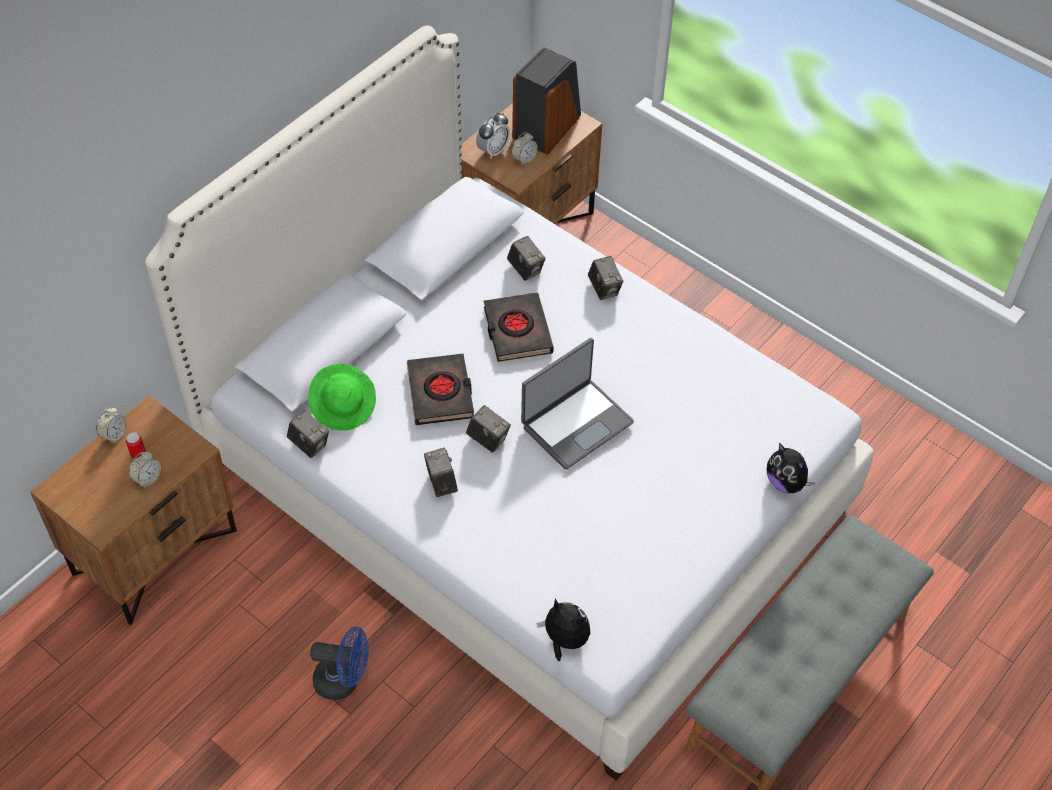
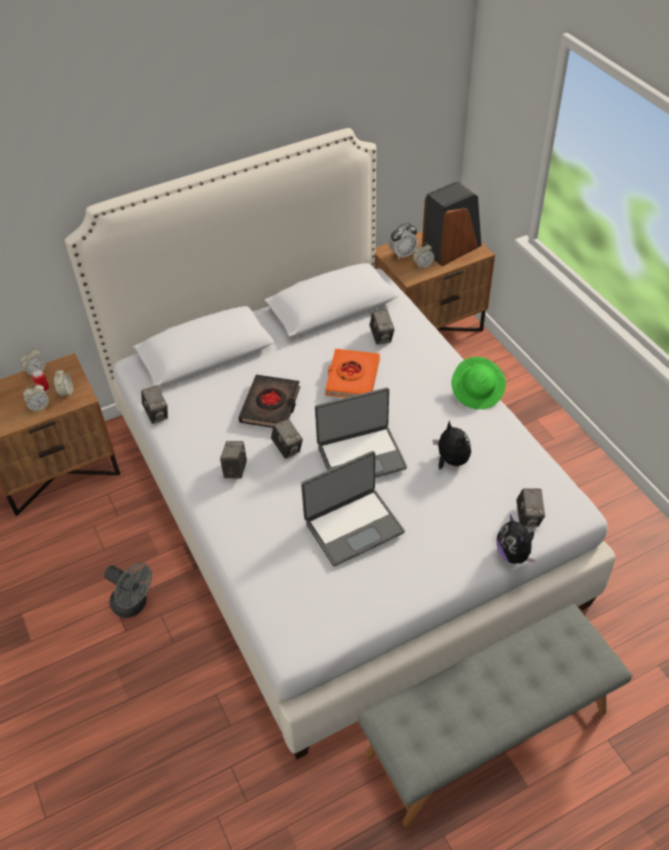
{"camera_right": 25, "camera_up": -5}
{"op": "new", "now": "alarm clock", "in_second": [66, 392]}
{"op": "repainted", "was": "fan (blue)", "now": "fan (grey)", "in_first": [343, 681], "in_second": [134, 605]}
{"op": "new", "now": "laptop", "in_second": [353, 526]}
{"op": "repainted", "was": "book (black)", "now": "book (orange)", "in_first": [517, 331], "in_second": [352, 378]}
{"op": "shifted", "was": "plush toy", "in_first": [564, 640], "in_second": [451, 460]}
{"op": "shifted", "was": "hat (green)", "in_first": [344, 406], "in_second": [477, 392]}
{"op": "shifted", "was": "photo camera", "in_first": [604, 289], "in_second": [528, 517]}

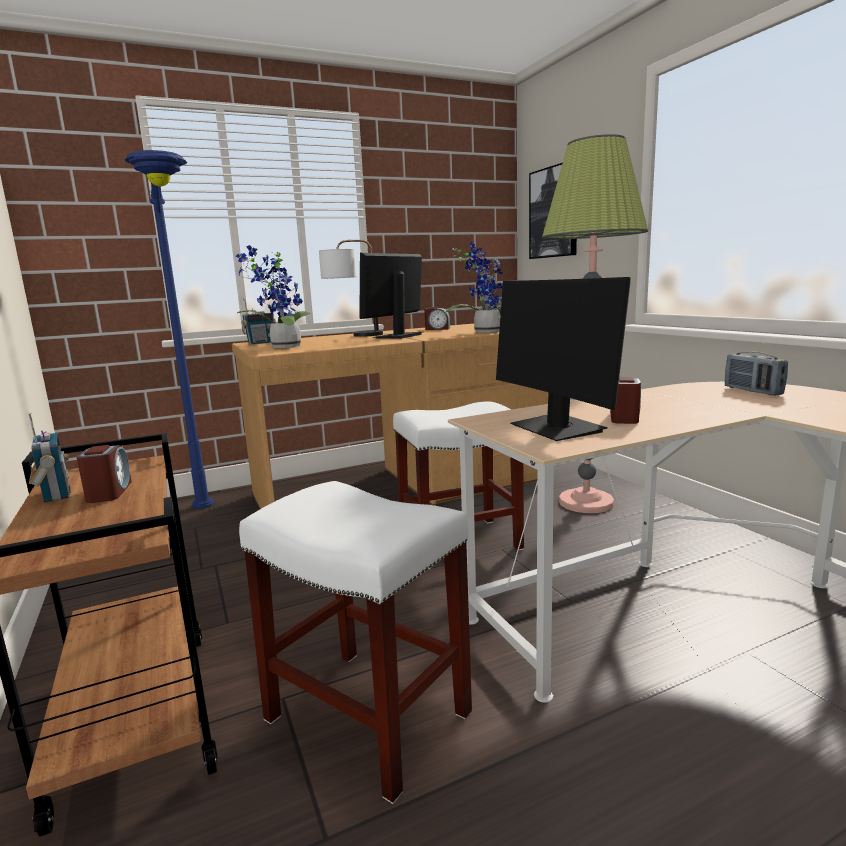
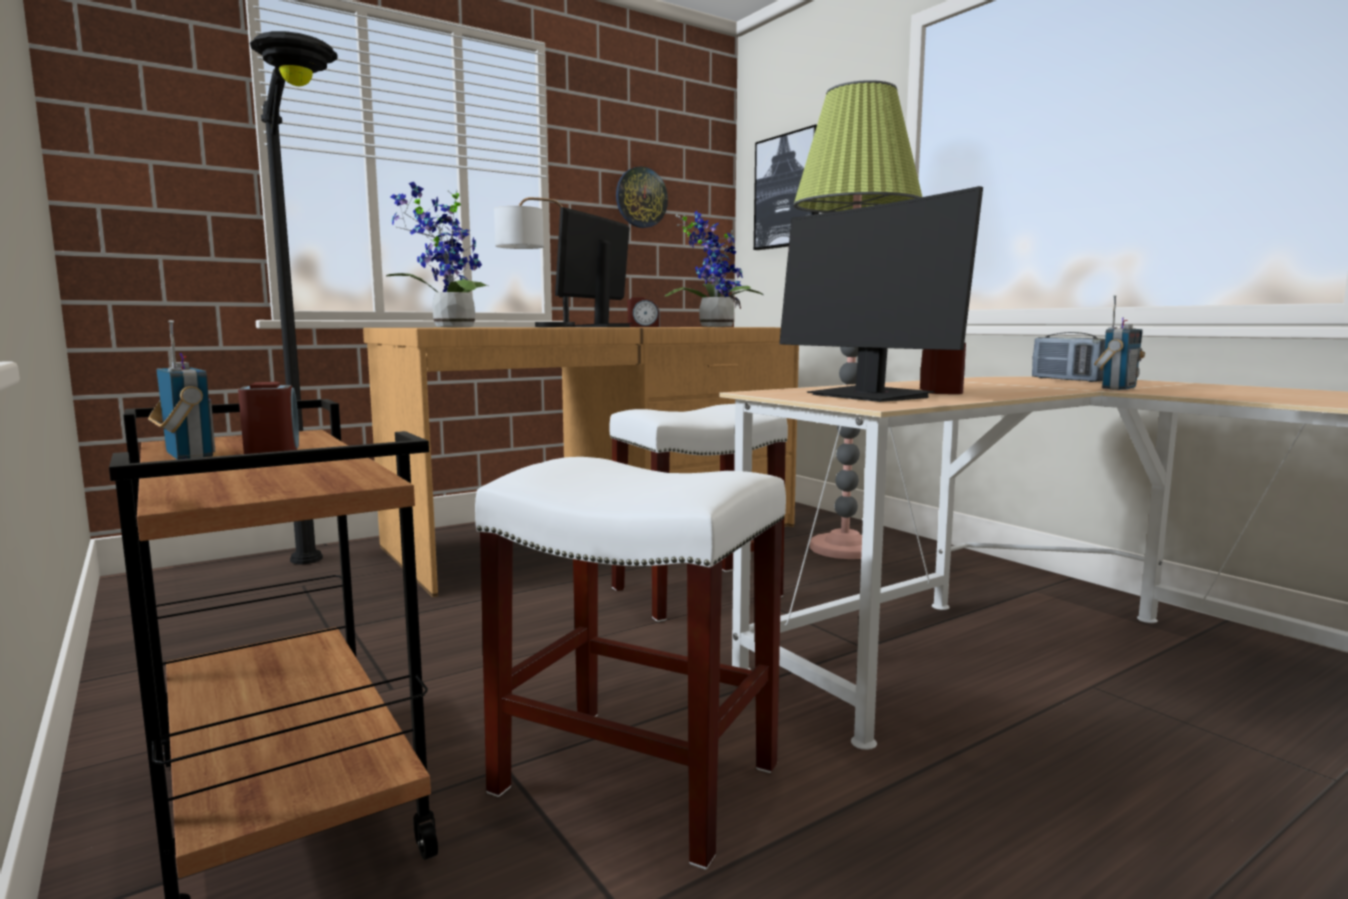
{"camera_right": -10, "camera_up": -5}
{"op": "repainted", "was": "floor lamp (blue)", "now": "floor lamp (black)", "in_first": [209, 528], "in_second": [325, 586]}
{"op": "new", "now": "wall clock", "in_second": [641, 197]}
{"op": "shifted", "was": "radio", "in_first": [261, 343], "in_second": [1117, 388]}

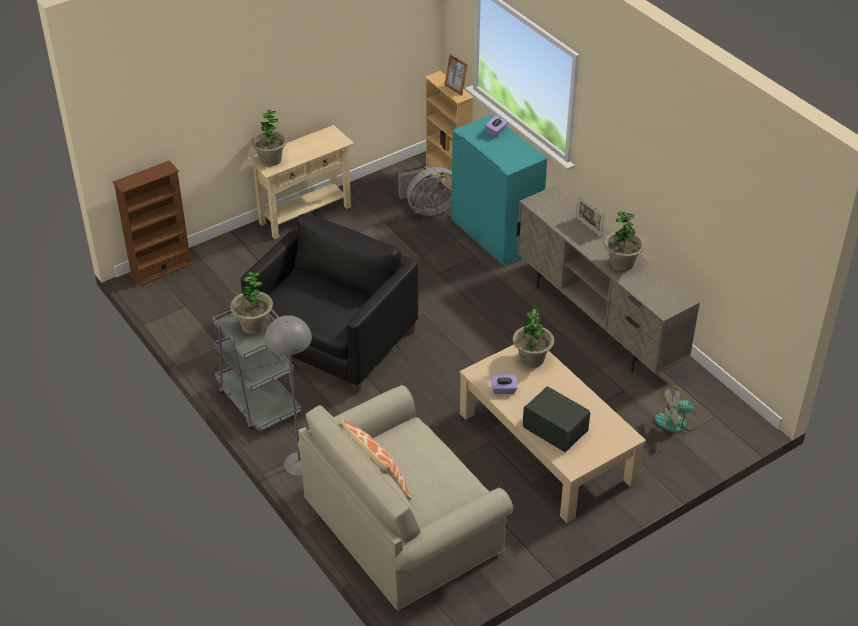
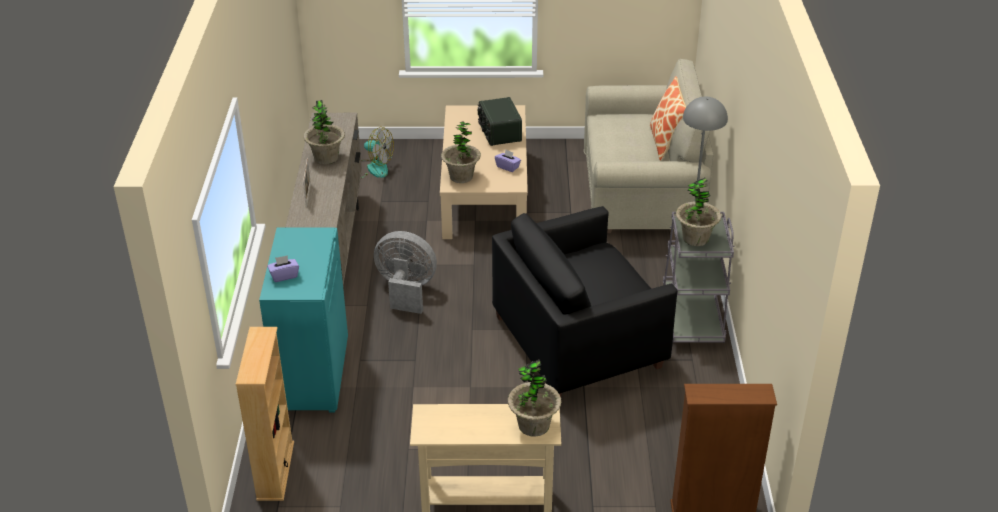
{"camera_right": -145, "camera_up": -5}
{"op": "shifted", "was": "fan (grey)", "in_first": [428, 209], "in_second": [406, 290]}
{"op": "gone", "was": "picture frame", "in_first": [455, 89]}

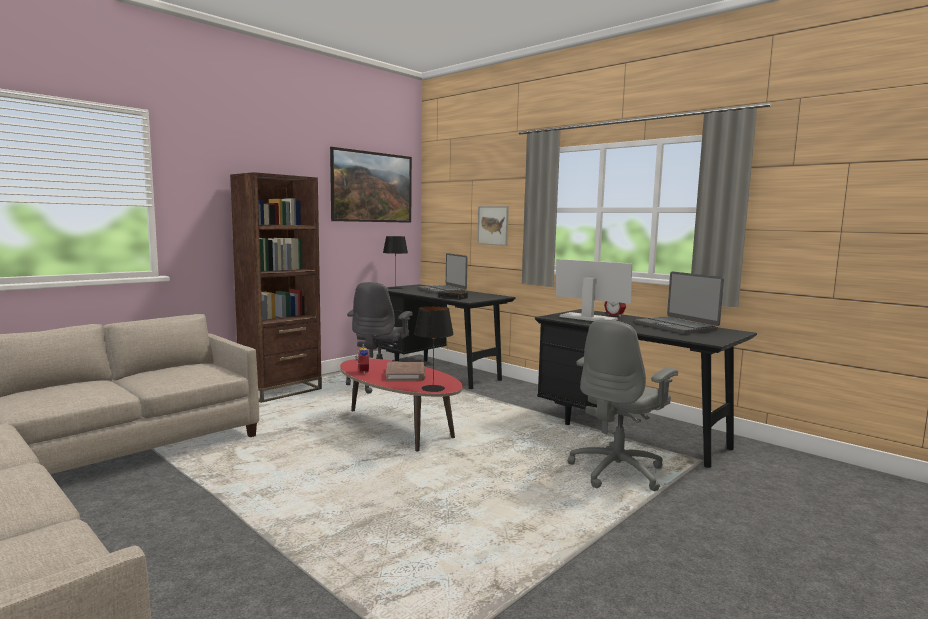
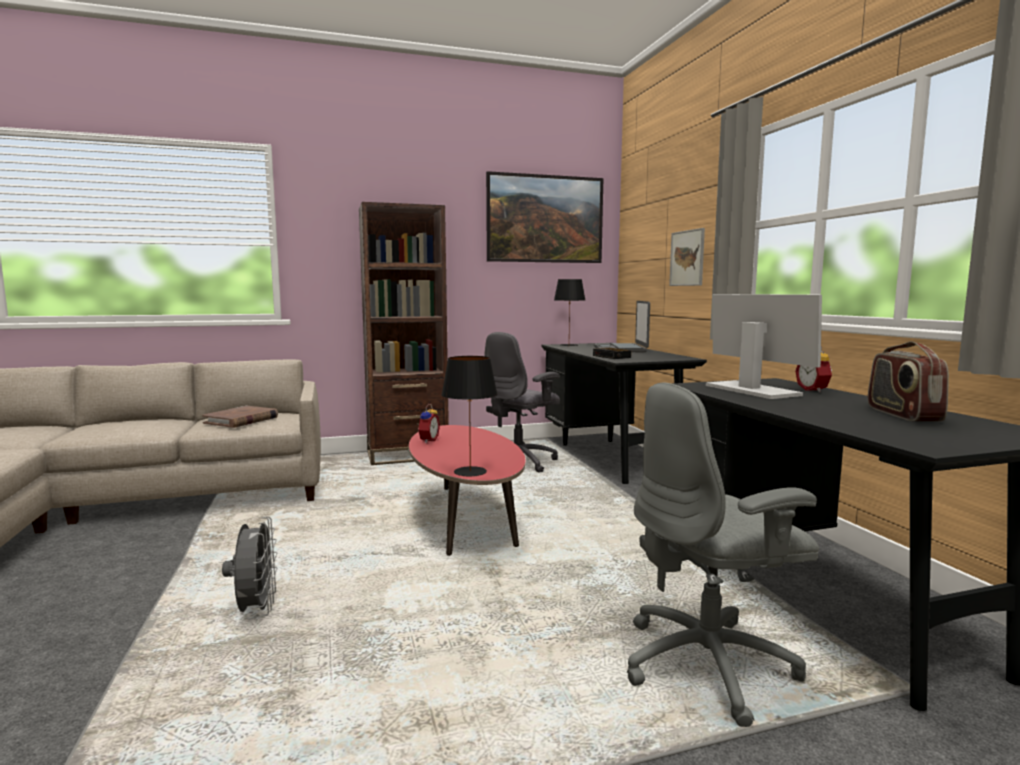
{"camera_right": 30, "camera_up": 0}
{"op": "shifted", "was": "book (brown)", "in_first": [406, 374], "in_second": [241, 420]}
{"op": "new", "now": "fan (grey)", "in_second": [256, 610]}
{"op": "swapped", "was": "laptop", "now": "radio", "in_first": [676, 327], "in_second": [902, 414]}

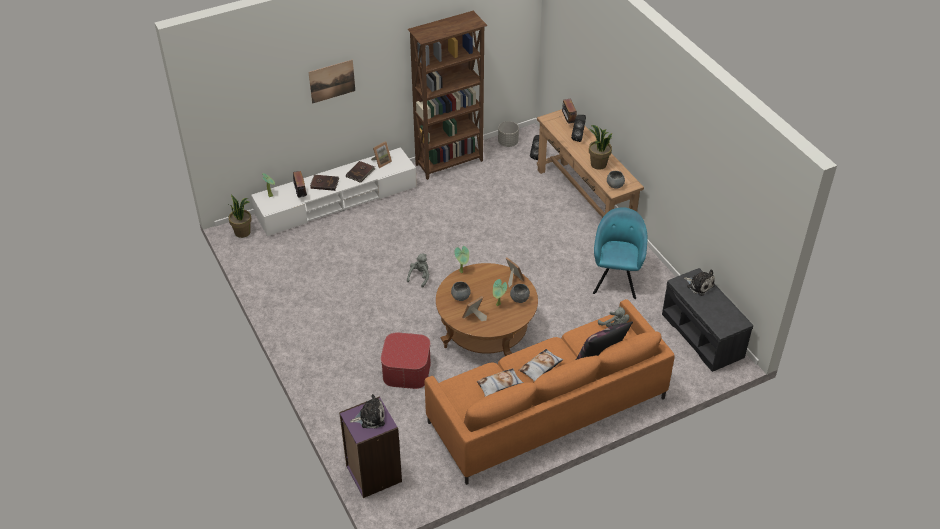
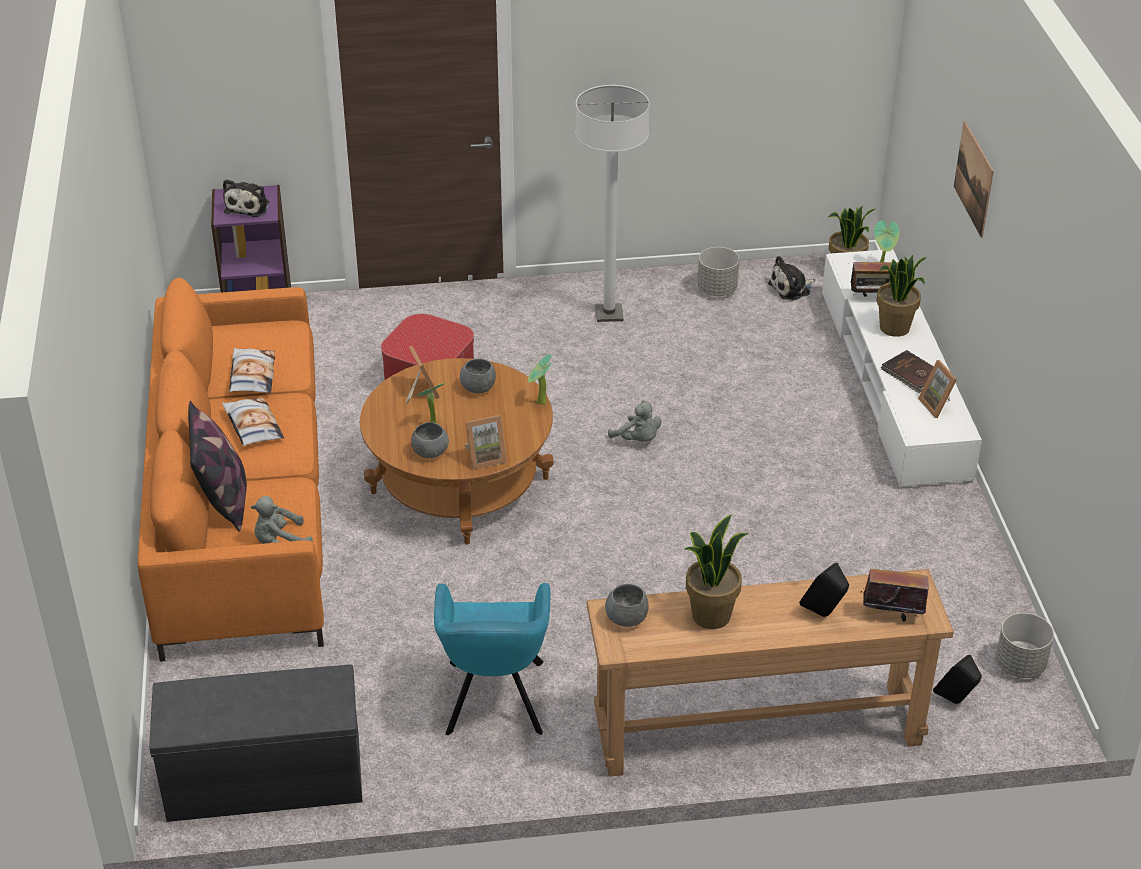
{"camera_right": 110, "camera_up": -5}
{"op": "rotated", "was": "armchair (turquoise)", "in_first": [616, 278], "in_second": [495, 701], "clockwise": 60}
{"op": "new", "now": "floor lamp (white)", "in_second": [609, 314]}
{"op": "new", "now": "planter (grey)", "in_second": [717, 289]}
{"op": "shifted", "was": "plush toy", "in_first": [699, 285], "in_second": [791, 288]}
{"op": "swapped", "was": "book (brown)", "now": "potted plant", "in_first": [324, 183], "in_second": [895, 328]}
{"op": "gone", "was": "bookcase (brown)", "in_first": [450, 163]}

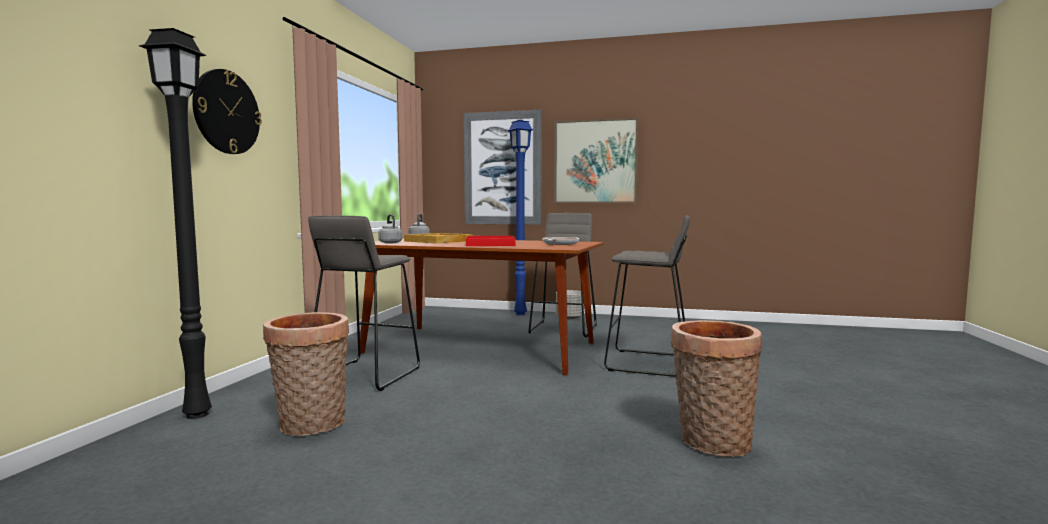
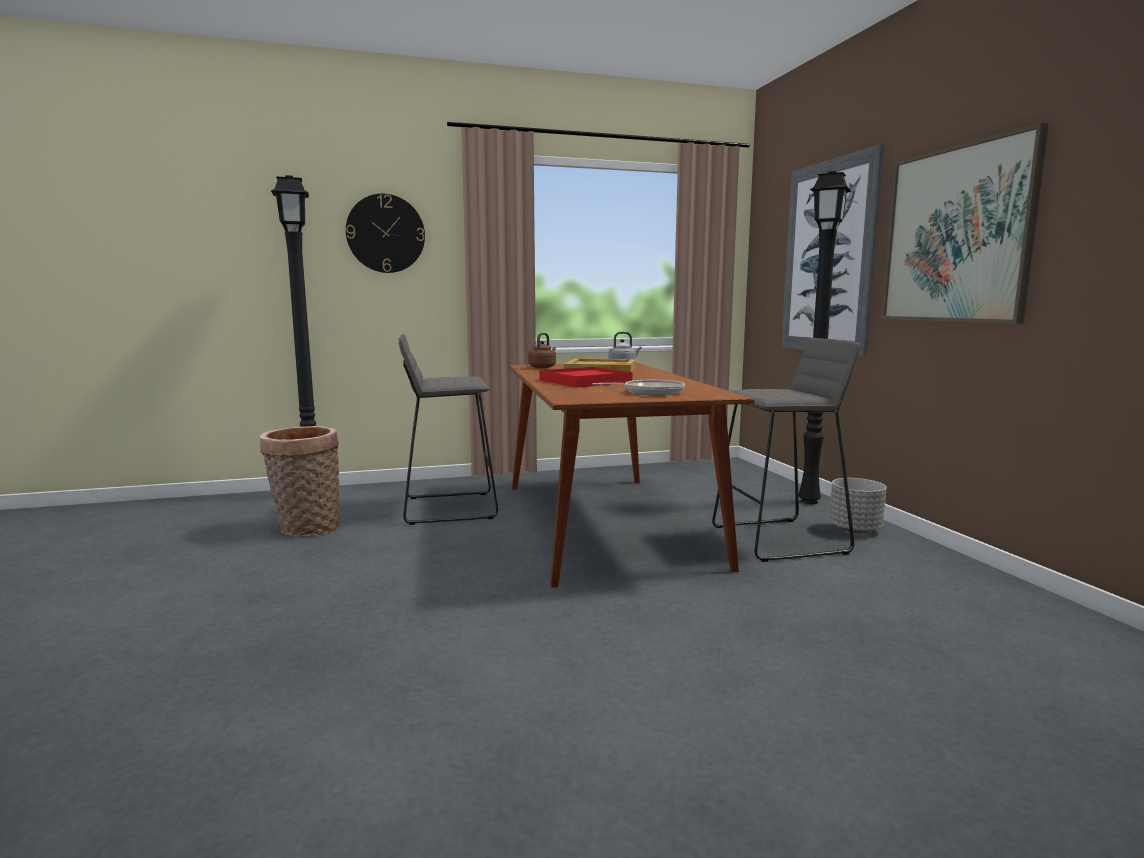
{"camera_right": 60, "camera_up": 5}
{"op": "repainted", "was": "kettle (grey)", "now": "kettle (brown)", "in_first": [390, 243], "in_second": [543, 367]}
{"op": "repainted", "was": "floor lamp (blue)", "now": "floor lamp (black)", "in_first": [520, 313], "in_second": [810, 501]}
{"op": "gone", "was": "stool (grey)", "in_first": [648, 363]}
{"op": "gone", "was": "basket", "in_first": [711, 443]}

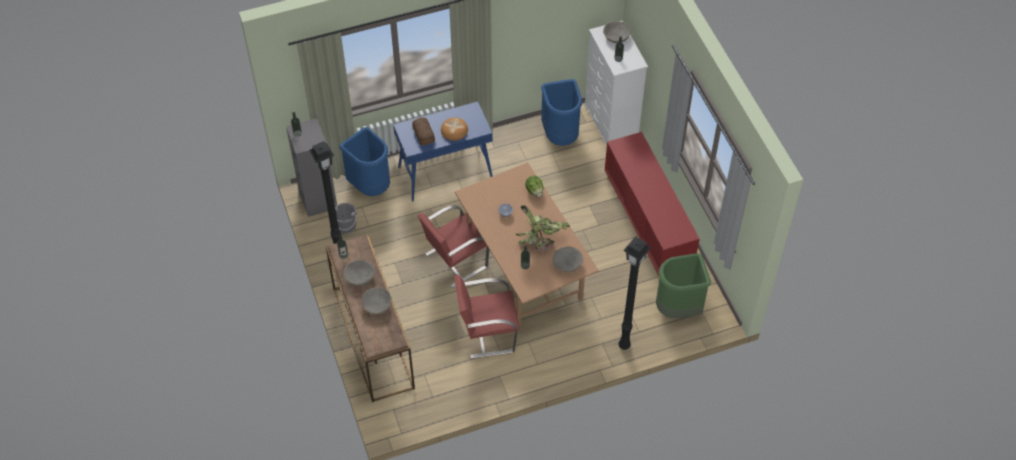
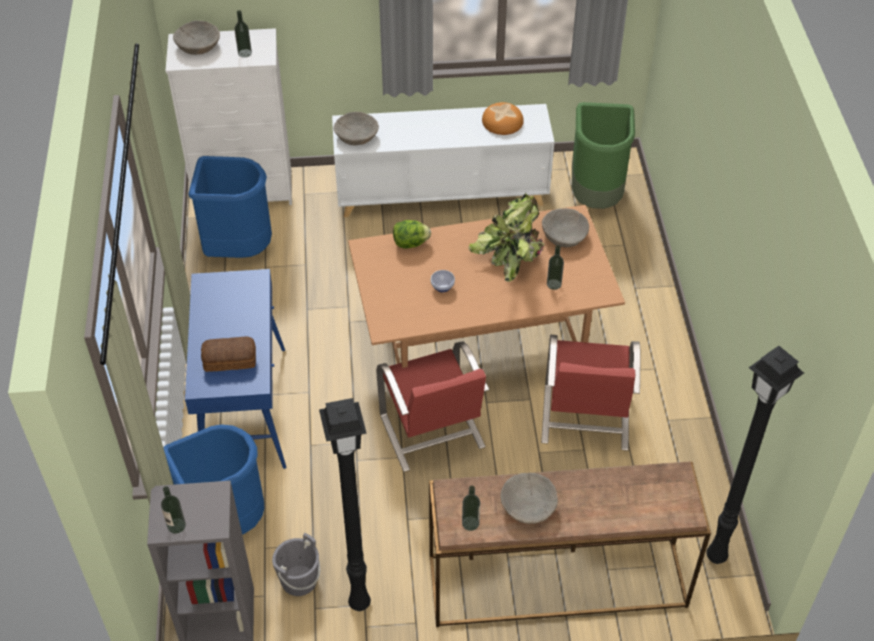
{"camera_right": -75, "camera_up": -5}
{"op": "repainted", "was": "cabinet (red)", "now": "cabinet (white)", "in_first": [647, 224], "in_second": [442, 194]}
{"op": "shifted", "was": "bowl (beige)", "in_first": [377, 305], "in_second": [356, 136]}
{"op": "shifted", "was": "bread", "in_first": [454, 130], "in_second": [503, 122]}
{"op": "shifted", "was": "floor lamp (black)", "in_first": [624, 344], "in_second": [714, 556]}

